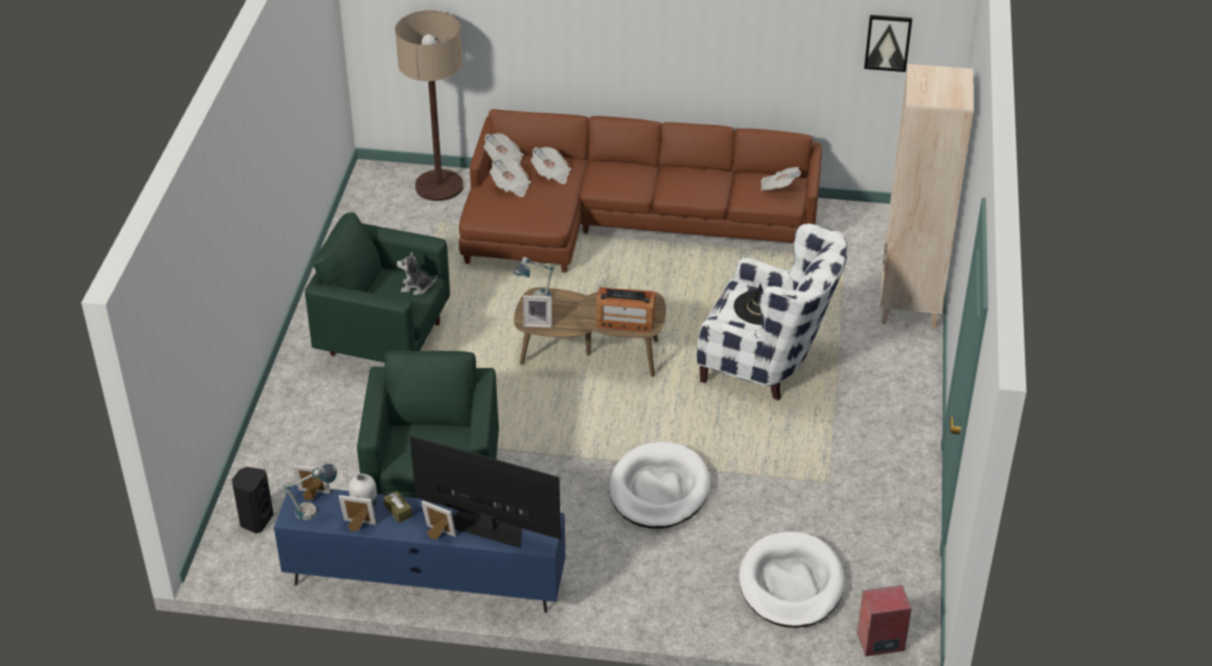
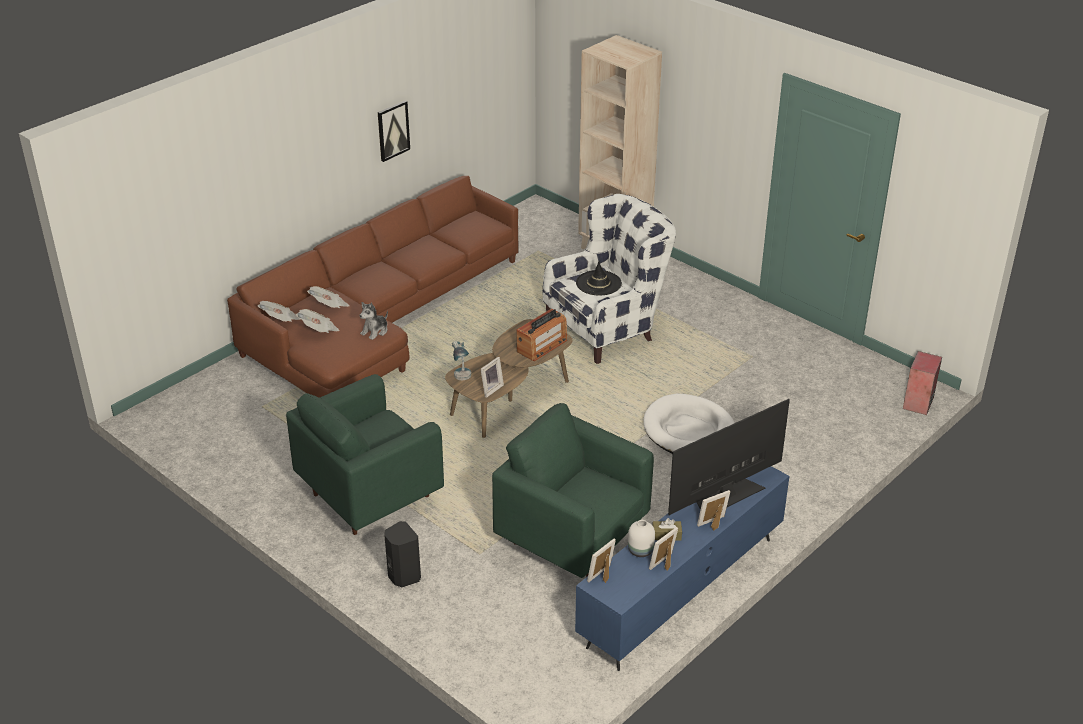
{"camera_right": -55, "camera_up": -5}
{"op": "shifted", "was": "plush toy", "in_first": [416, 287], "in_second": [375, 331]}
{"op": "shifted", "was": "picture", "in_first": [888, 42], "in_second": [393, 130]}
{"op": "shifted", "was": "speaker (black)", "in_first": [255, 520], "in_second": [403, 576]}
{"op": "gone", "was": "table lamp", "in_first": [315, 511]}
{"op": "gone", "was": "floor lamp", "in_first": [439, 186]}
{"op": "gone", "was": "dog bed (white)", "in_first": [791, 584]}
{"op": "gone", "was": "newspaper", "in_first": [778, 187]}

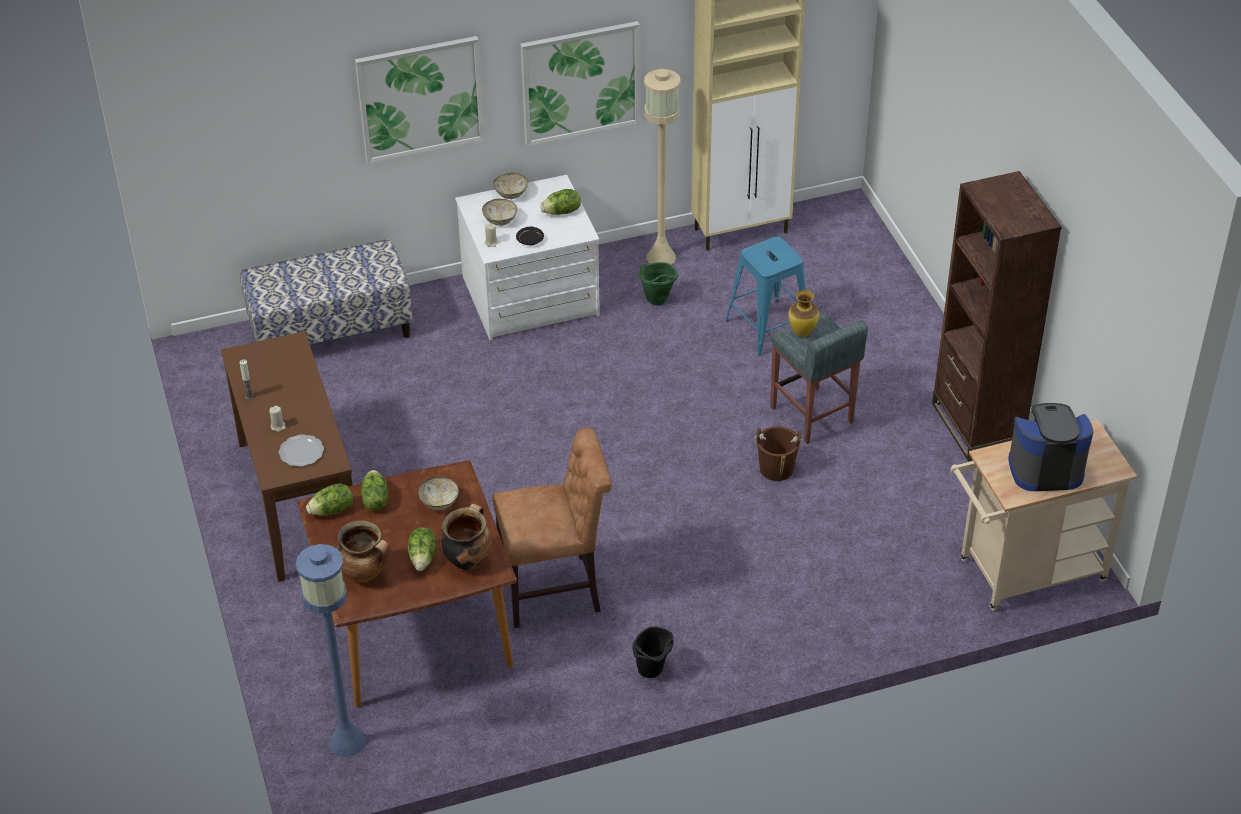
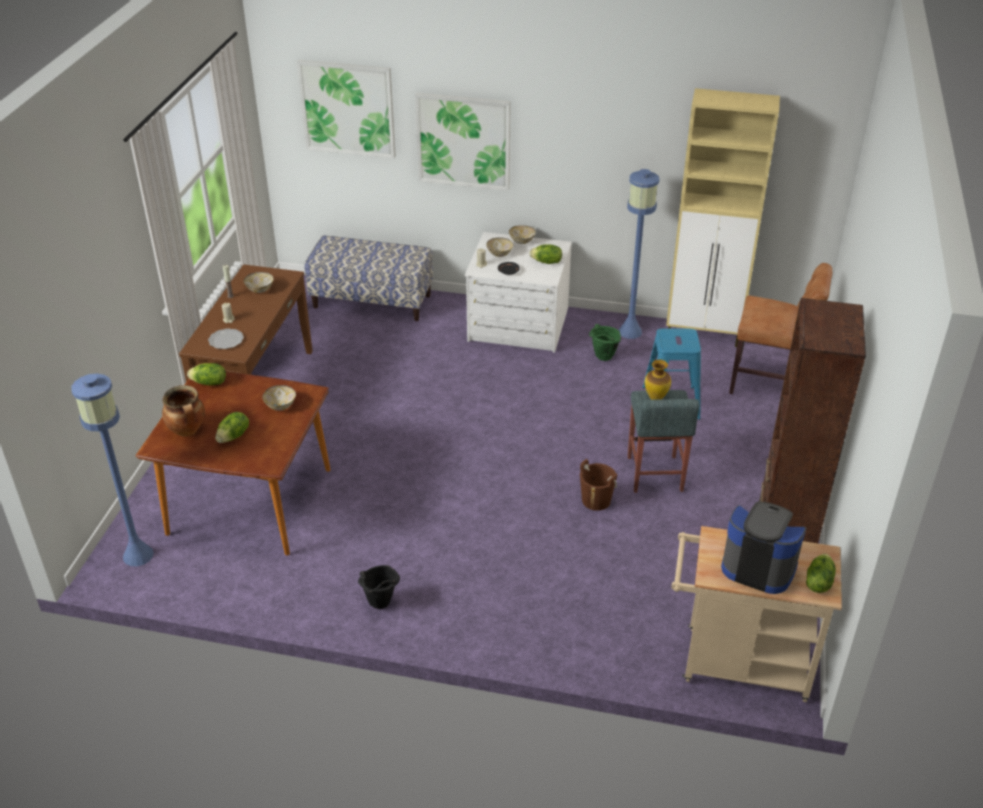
{"camera_right": 30, "camera_up": -5}
{"op": "new", "now": "bowl", "in_second": [259, 289]}
{"op": "shifted", "was": "picture", "in_first": [580, 82], "in_second": [347, 108]}
{"op": "repainted", "was": "floor lamp (beige)", "now": "floor lamp (blue)", "in_first": [661, 257], "in_second": [630, 331]}
{"op": "shifted", "was": "chair (brown)", "in_first": [556, 590], "in_second": [769, 384]}
{"op": "shifted", "was": "lettuce", "in_first": [374, 500], "in_second": [818, 582]}
{"op": "gone", "was": "cooking pot", "in_first": [468, 559]}

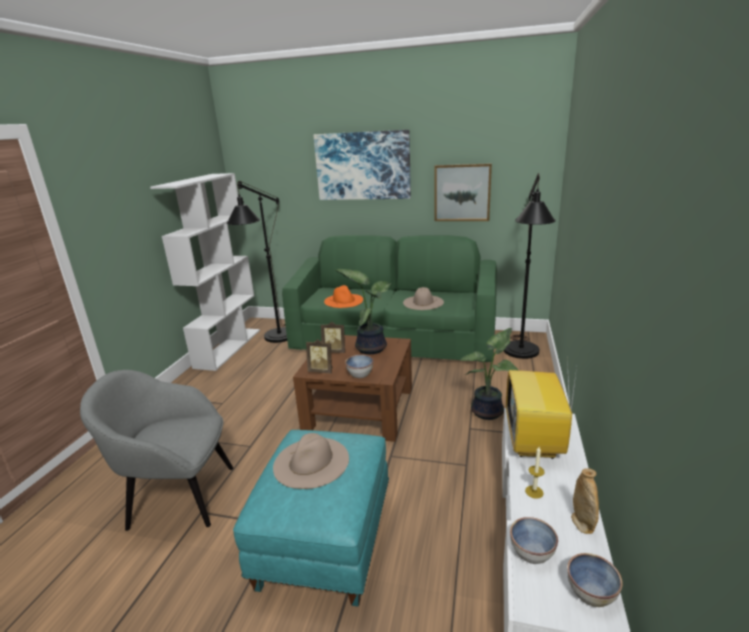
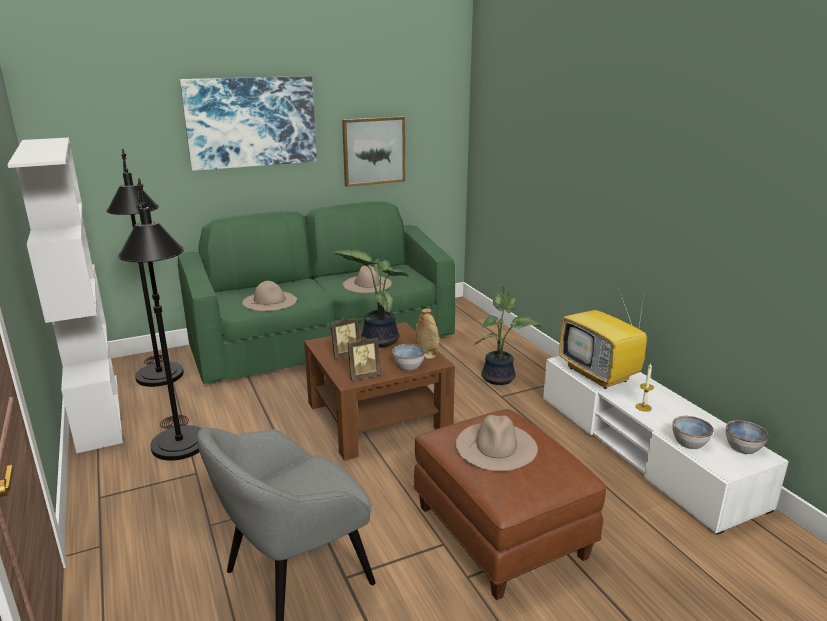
{"camera_right": -40, "camera_up": 0}
{"op": "shifted", "was": "floor lamp (black)", "in_first": [521, 355], "in_second": [182, 453]}
{"op": "repainted", "was": "hat (orange)", "now": "hat (beige)", "in_first": [344, 300], "in_second": [269, 301]}
{"op": "repainted", "was": "ottoman (turquoise)", "now": "ottoman (brown)", "in_first": [326, 541], "in_second": [502, 532]}
{"op": "shifted", "was": "vase (beige)", "in_first": [582, 523], "in_second": [426, 355]}

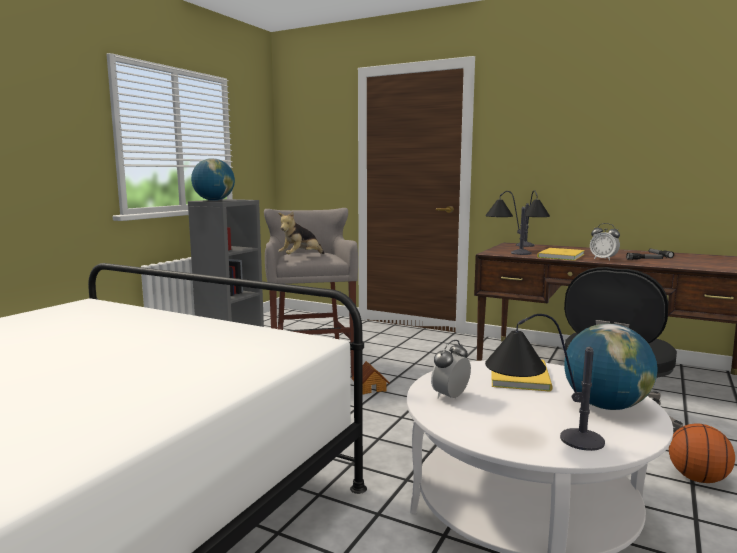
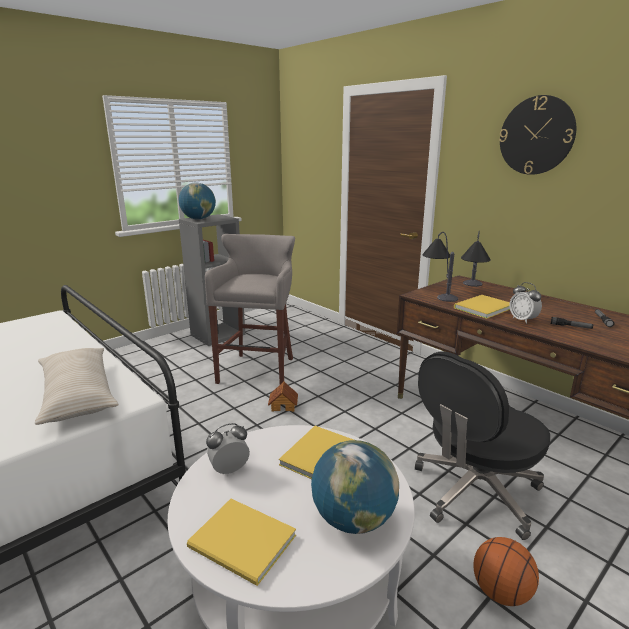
{"camera_right": 20, "camera_up": 10}
{"op": "new", "now": "pillow (beige)", "in_second": [77, 394]}
{"op": "swapped", "was": "table lamp", "now": "book (yellow)", "in_first": [537, 436], "in_second": [243, 544]}
{"op": "new", "now": "wall clock", "in_second": [536, 135]}
{"op": "gone", "was": "plush toy", "in_first": [301, 257]}

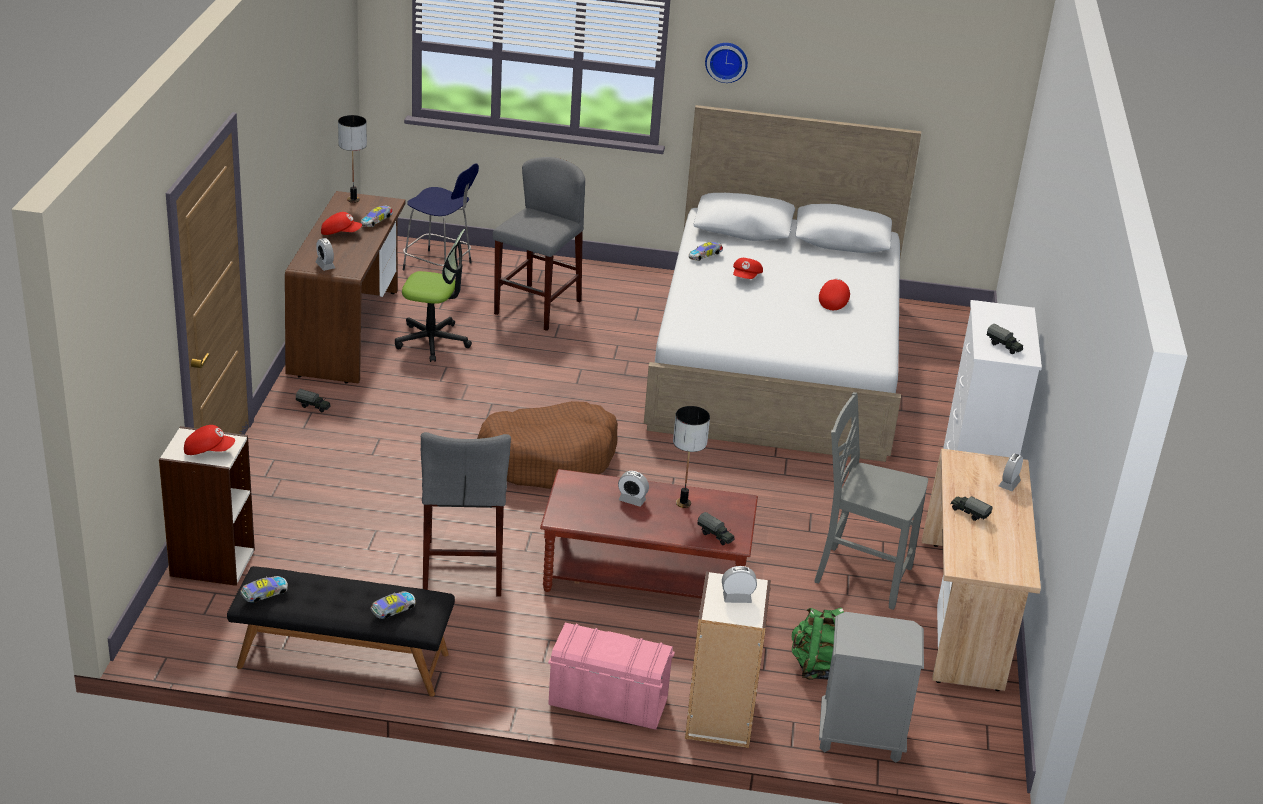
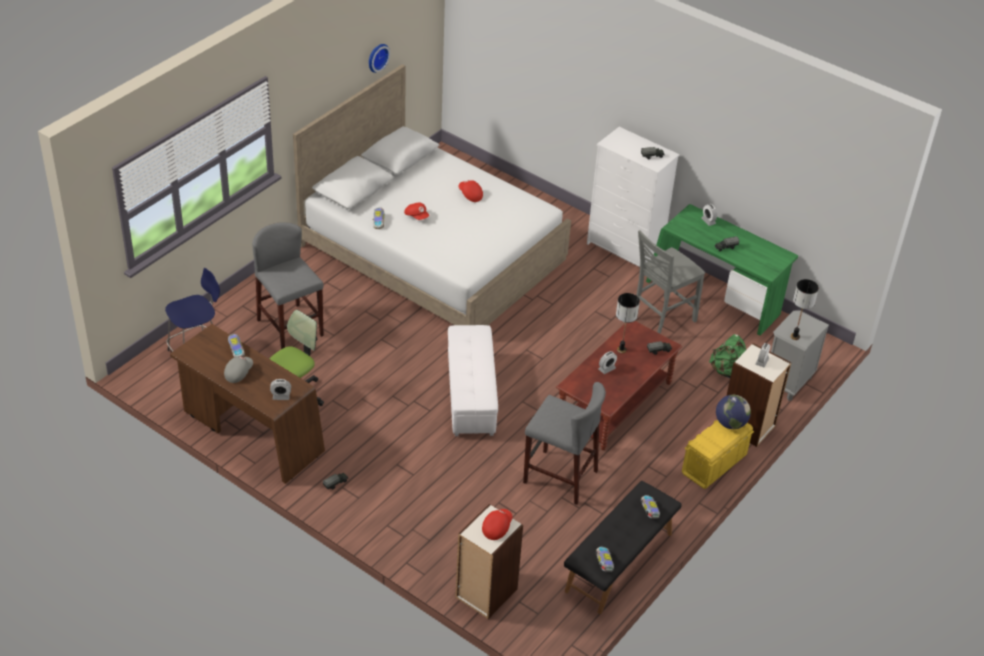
{"camera_right": -60, "camera_up": 10}
{"op": "repainted", "was": "cap (red)", "now": "cap (grey)", "in_first": [340, 233], "in_second": [238, 373]}
{"op": "shifted", "was": "wall clock", "in_first": [726, 61], "in_second": [377, 57]}
{"op": "swapped", "was": "dog bed (brown)", "now": "ottoman (white)", "in_first": [548, 458], "in_second": [471, 395]}
{"op": "repainted", "was": "desk (beige)", "now": "desk (green)", "in_first": [965, 615], "in_second": [714, 298]}
{"op": "repainted", "was": "storage box (pink)", "now": "storage box (yellow)", "in_first": [607, 702], "in_second": [713, 464]}
{"op": "new", "now": "globe", "in_second": [730, 424]}
{"op": "shifted", "was": "table lamp", "in_first": [353, 200], "in_second": [795, 336]}

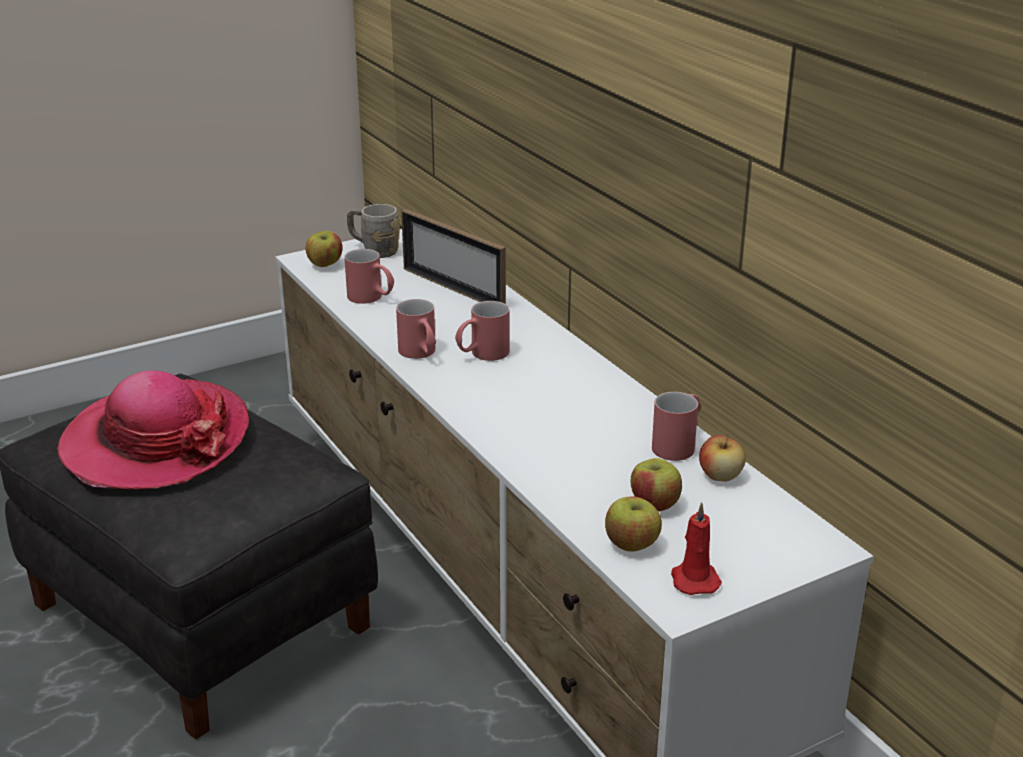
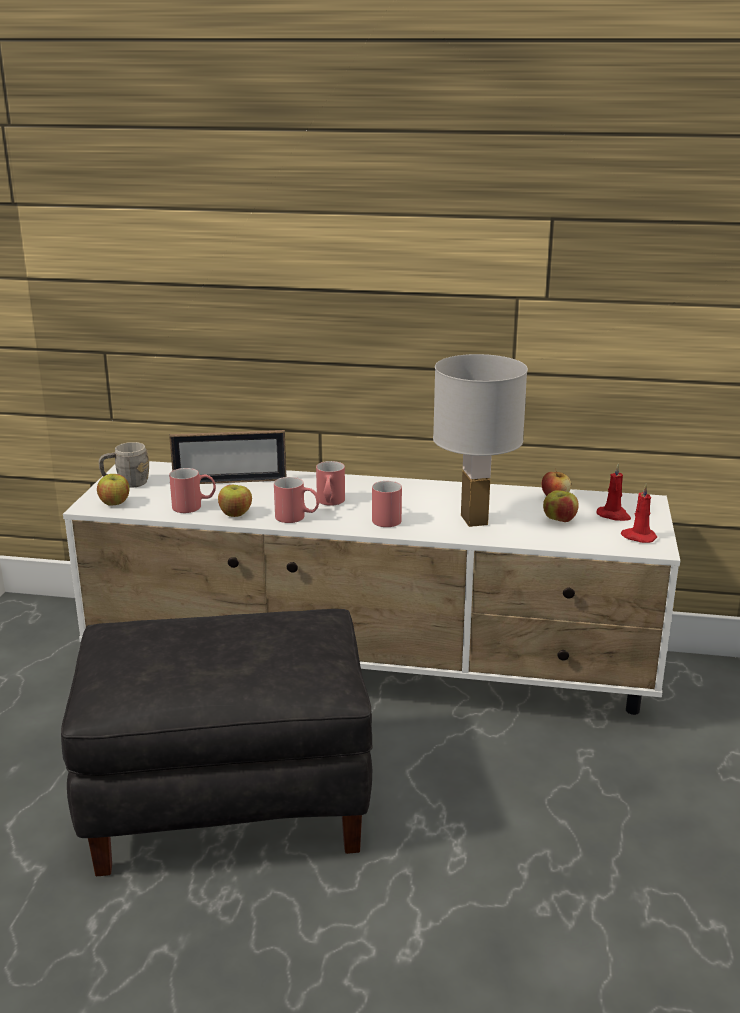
{"camera_right": -50, "camera_up": -5}
{"op": "shifted", "was": "apple", "in_first": [631, 544], "in_second": [235, 514]}
{"op": "shifted", "was": "mug (red)", "in_first": [678, 444], "in_second": [384, 518]}
{"op": "new", "now": "table lamp (white)", "in_second": [475, 520]}
{"op": "new", "now": "candle (red)", "in_second": [614, 515]}
{"op": "gone", "was": "hat", "in_first": [156, 442]}

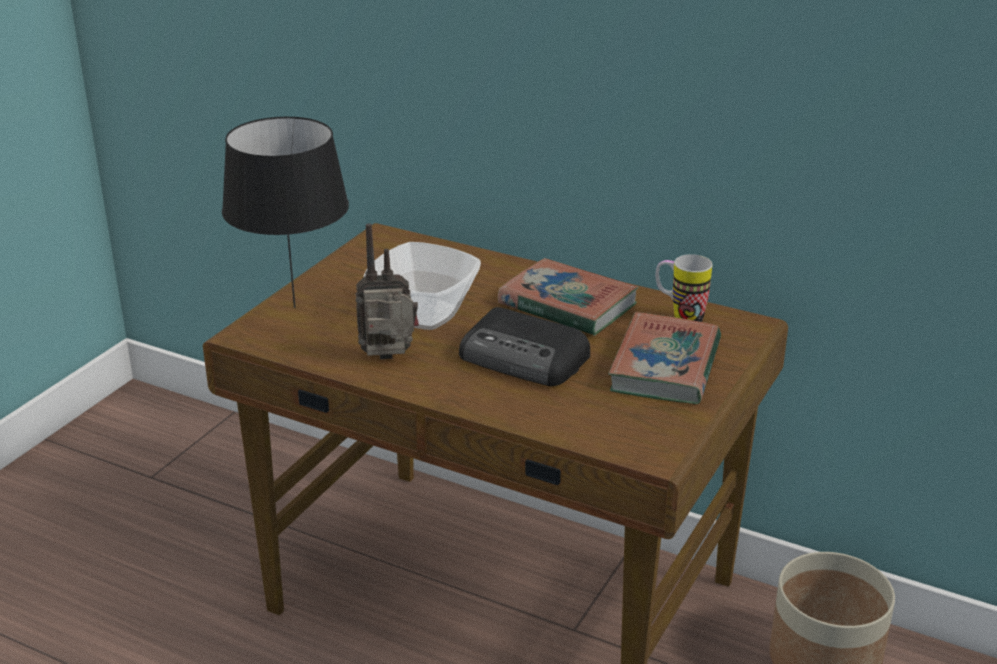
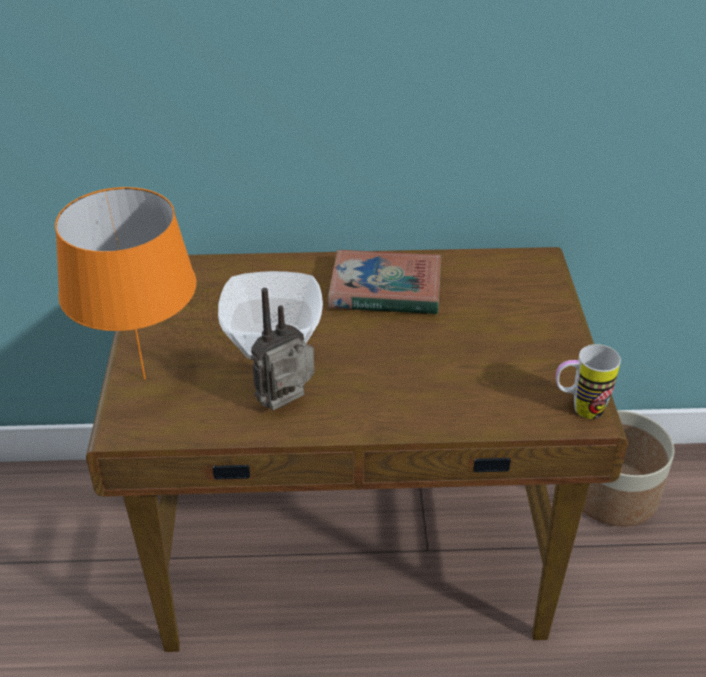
{"camera_right": -30, "camera_up": 10}
{"op": "repainted", "was": "table lamp (black)", "now": "table lamp (orange)", "in_first": [293, 308], "in_second": [144, 379]}
{"op": "shifted", "was": "mug", "in_first": [679, 318], "in_second": [578, 409]}
{"op": "gone", "was": "radio", "in_first": [525, 358]}
{"op": "gone", "was": "book", "in_first": [665, 366]}

